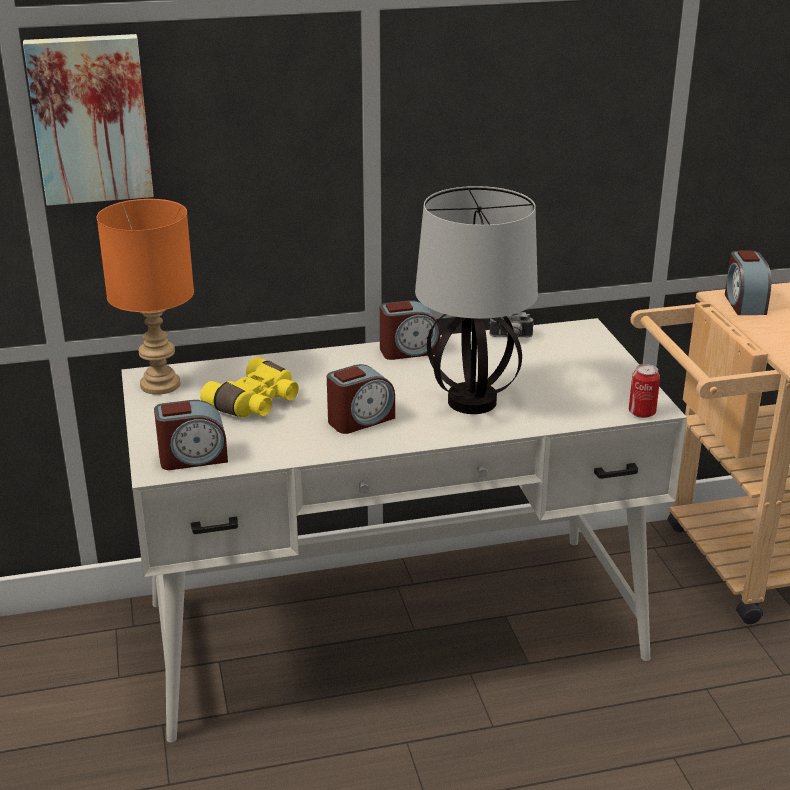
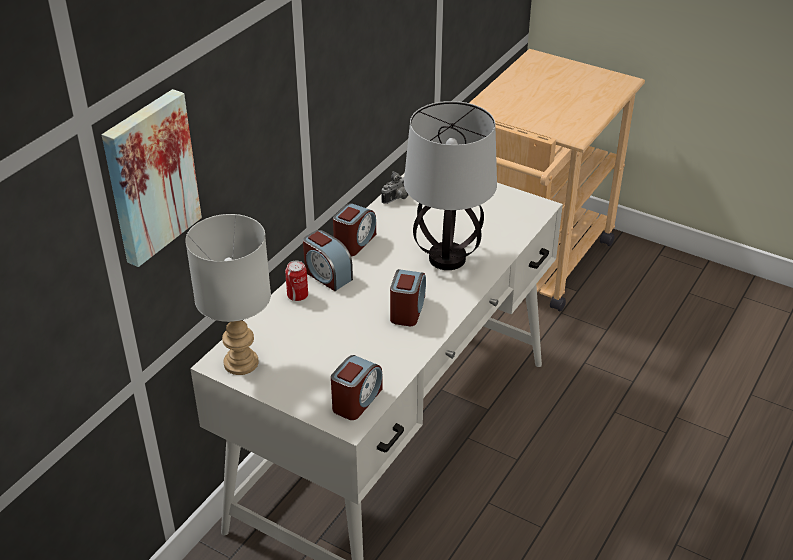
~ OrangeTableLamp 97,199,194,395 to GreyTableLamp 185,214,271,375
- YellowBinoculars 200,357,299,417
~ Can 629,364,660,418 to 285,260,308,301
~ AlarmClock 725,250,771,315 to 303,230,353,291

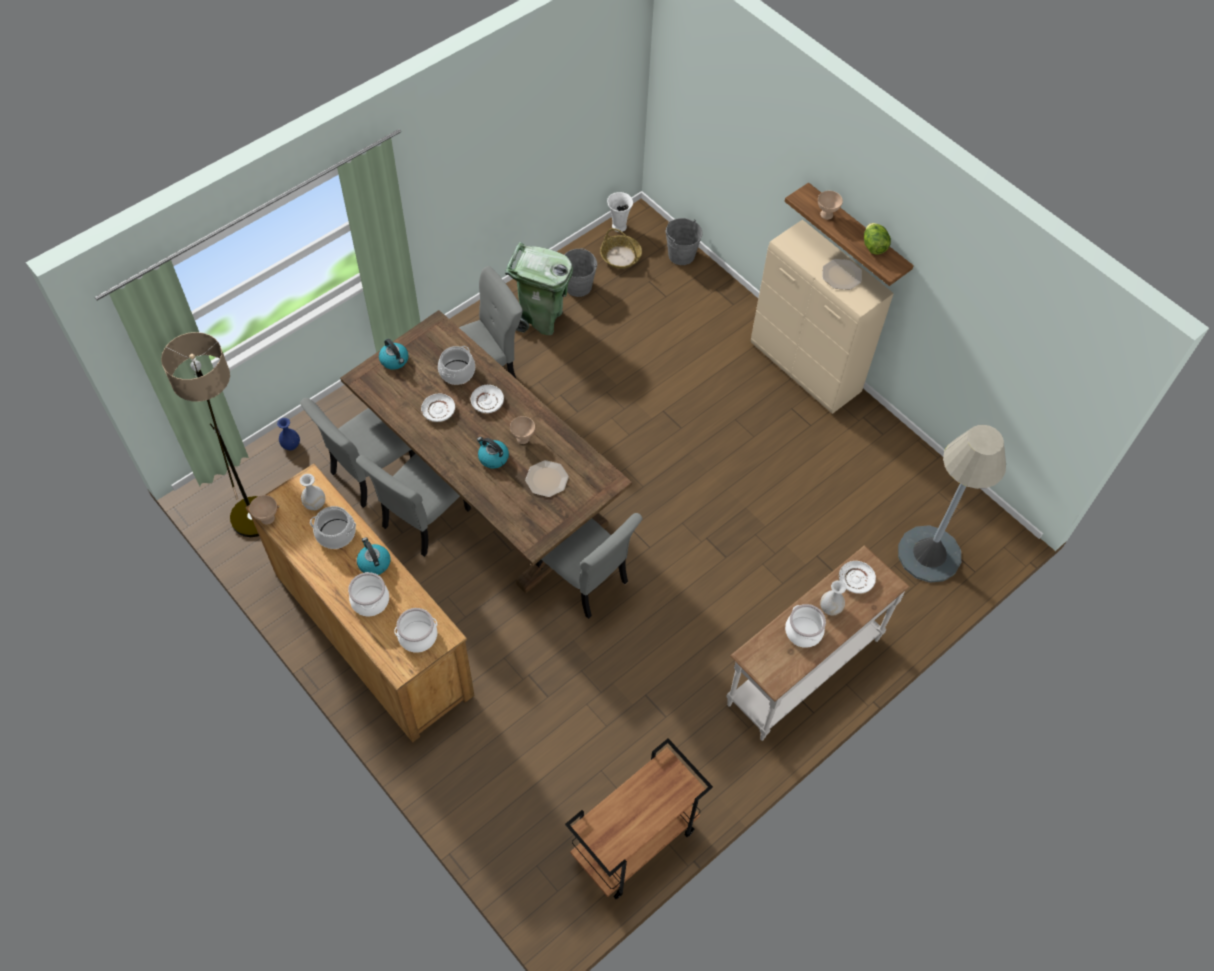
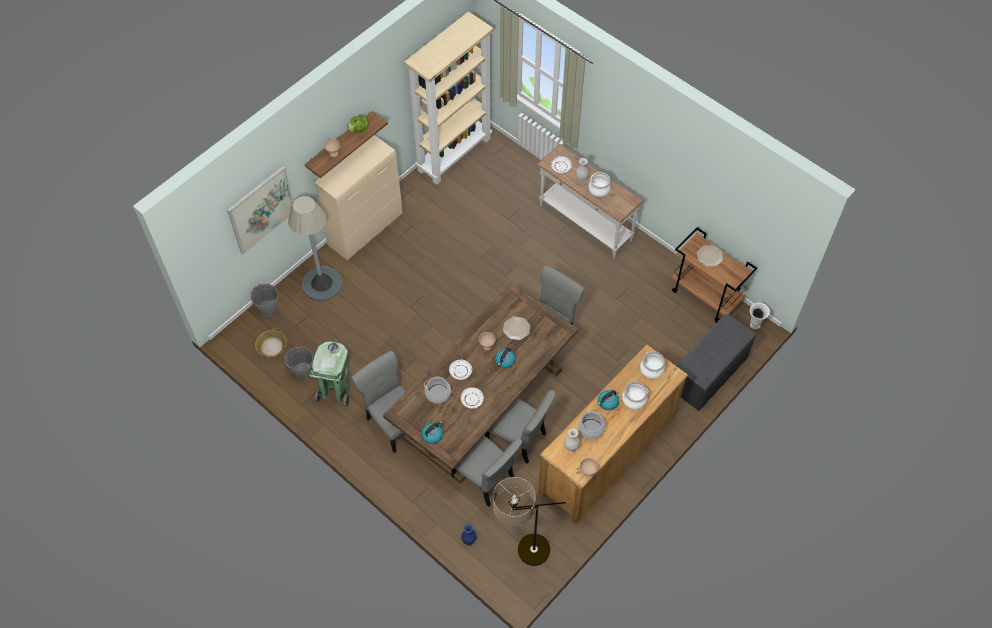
~ WhiteVase 607,192,633,232 to 750,303,770,329
~ Plate 822,259,862,290 to 697,245,723,267
~ GreyFloorLamp 898,425,1006,583 to 288,196,342,301
+ Picture 227,166,294,254
+ BeigeBookcase 404,11,494,185
+ GreyBench 677,313,756,411

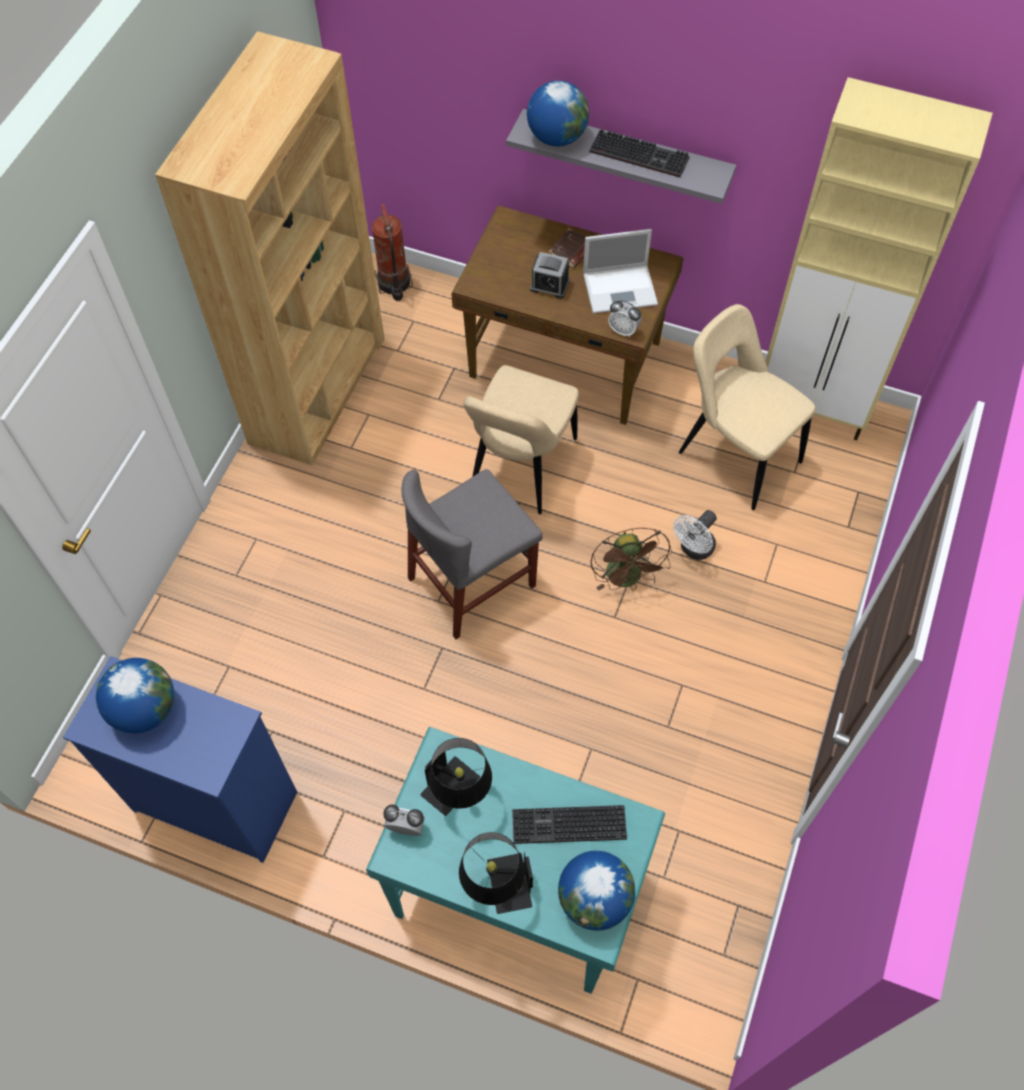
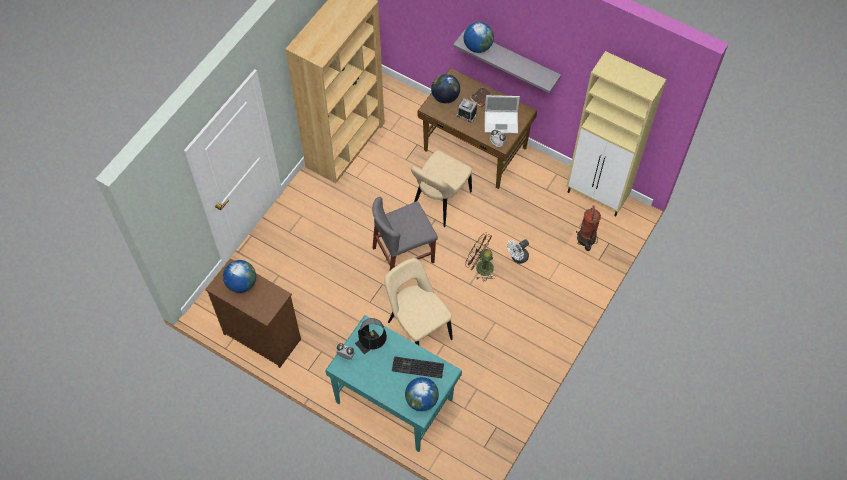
~ BlueDresser 63,656,297,863 to BrownDresser 205,258,301,368
~ FireExtinguisher 372,204,413,301 to 576,205,601,251
- BlackTableLamp 459,832,533,914
- Keyboard 589,129,689,178
~ BrownFan 590,528,672,591 = 465,232,496,282 120 degrees clockwise
~ BeigeChair 679,304,815,510 to 384,258,453,345
+ Globe 431,74,460,103

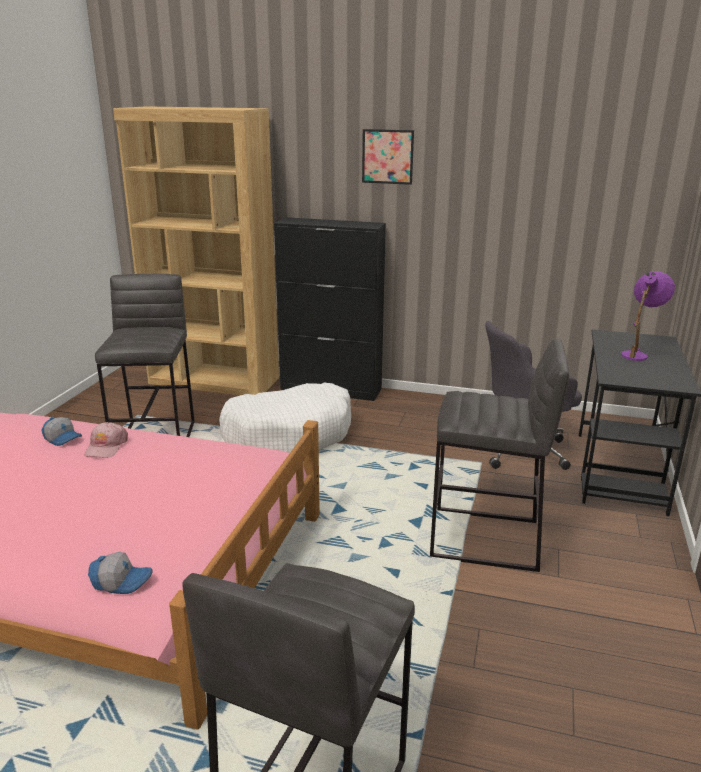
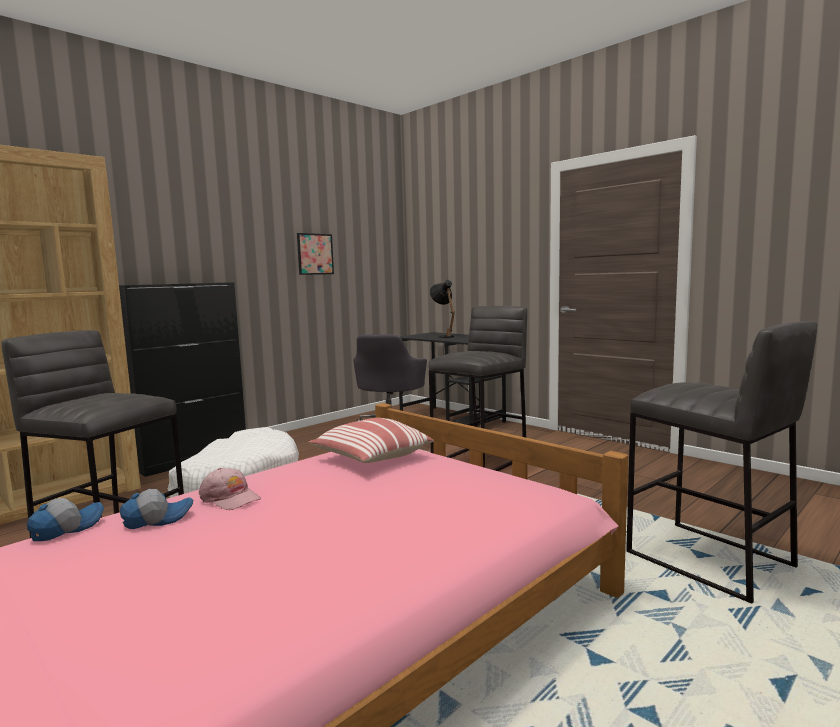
~ Cap 88,552,152,594 to 27,498,104,541
~ Picture 362,129,414,185 to 297,233,334,275
~ PurpleTableLamp 621,272,675,361 to BlackTableLamp 430,280,455,338
+ Pillow 308,418,434,463

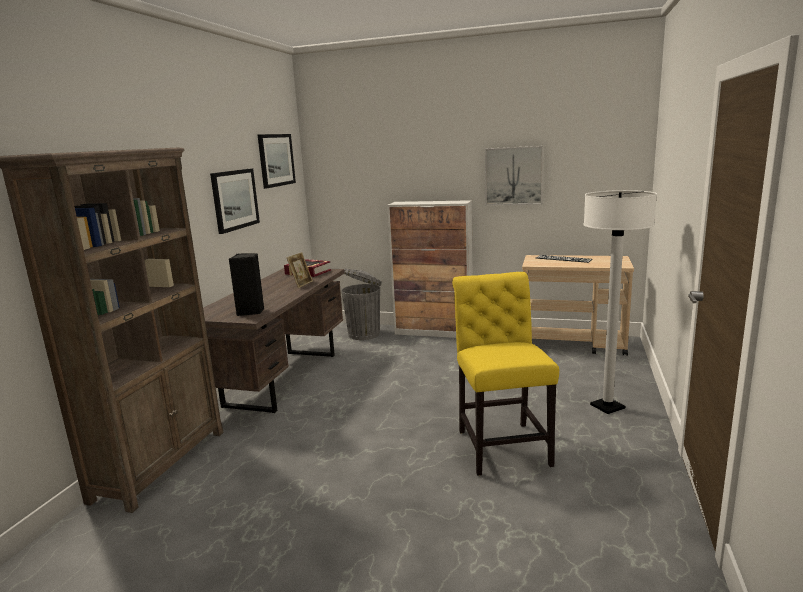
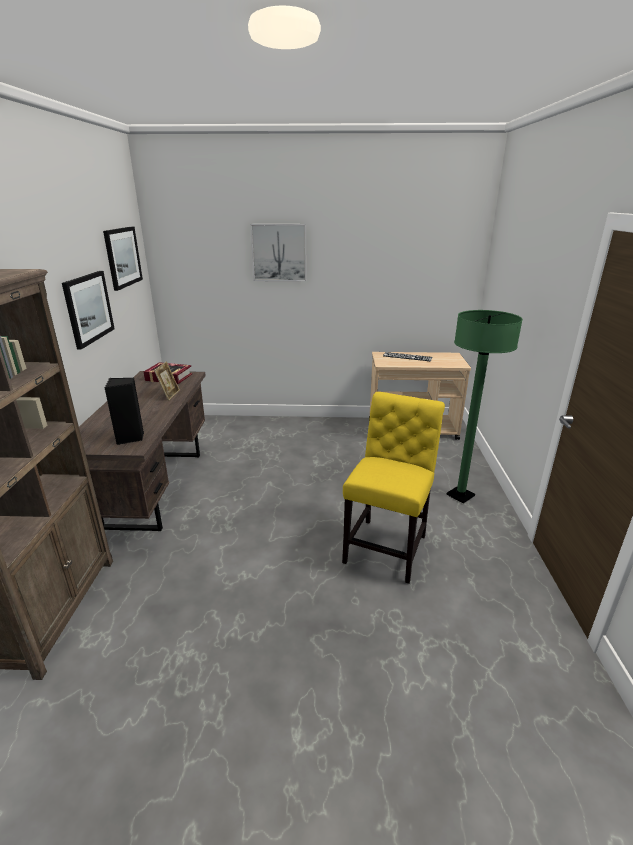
- GreyTrashCan 341,269,382,340
- Cabinet 387,200,473,338
~ YellowChair 452,272,559,476 = 342,392,445,584 45 degrees clockwise
~ Picture 485,146,543,205 to 250,224,306,281
~ WhiteFloorLamp 583,190,657,414 to GreenFloorLamp 446,310,523,503

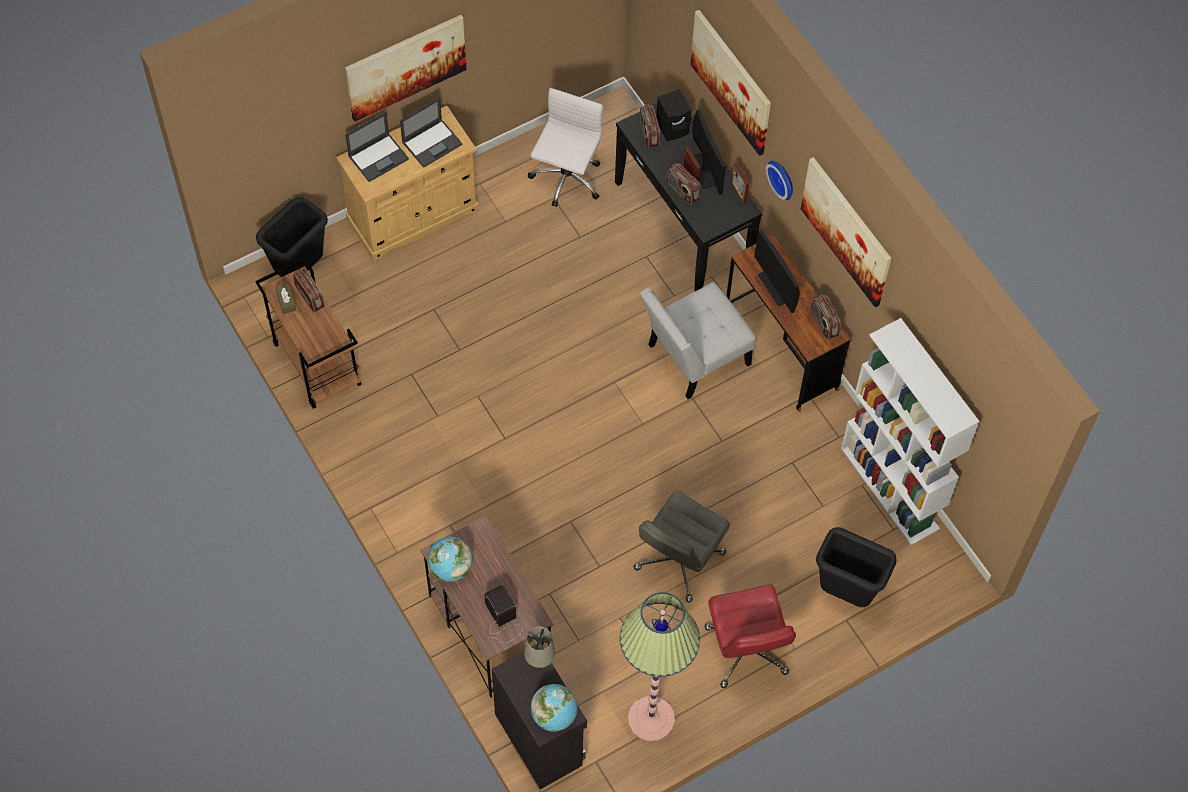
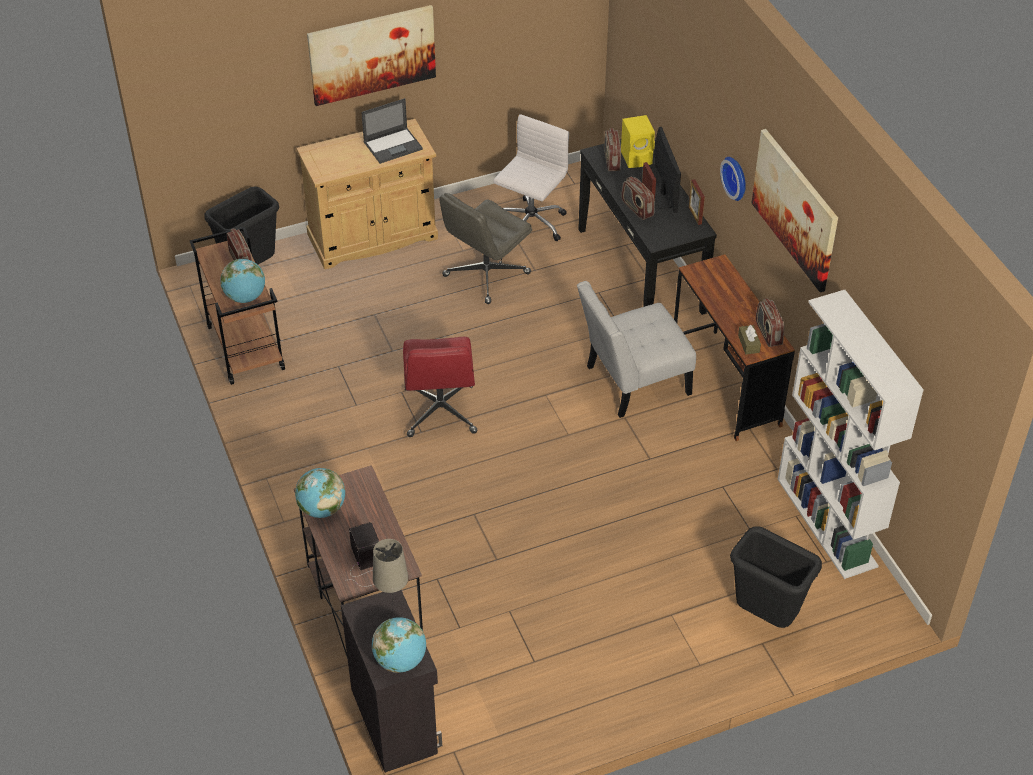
~ BrownTissueBox 275,284,296,314 to 738,325,761,355
- Laptop 345,112,409,182
- FloorLamp 620,592,700,741
~ GreyOfficeChair 633,491,730,603 to 439,193,532,304
~ BlackSpeaker 656,89,692,141 to YellowSpeaker 621,115,655,168
- Picture 690,10,771,156
~ RedOfficeChair 704,584,796,688 to 403,337,477,437
- Monitor 754,229,800,313
+ Globe 221,259,265,303

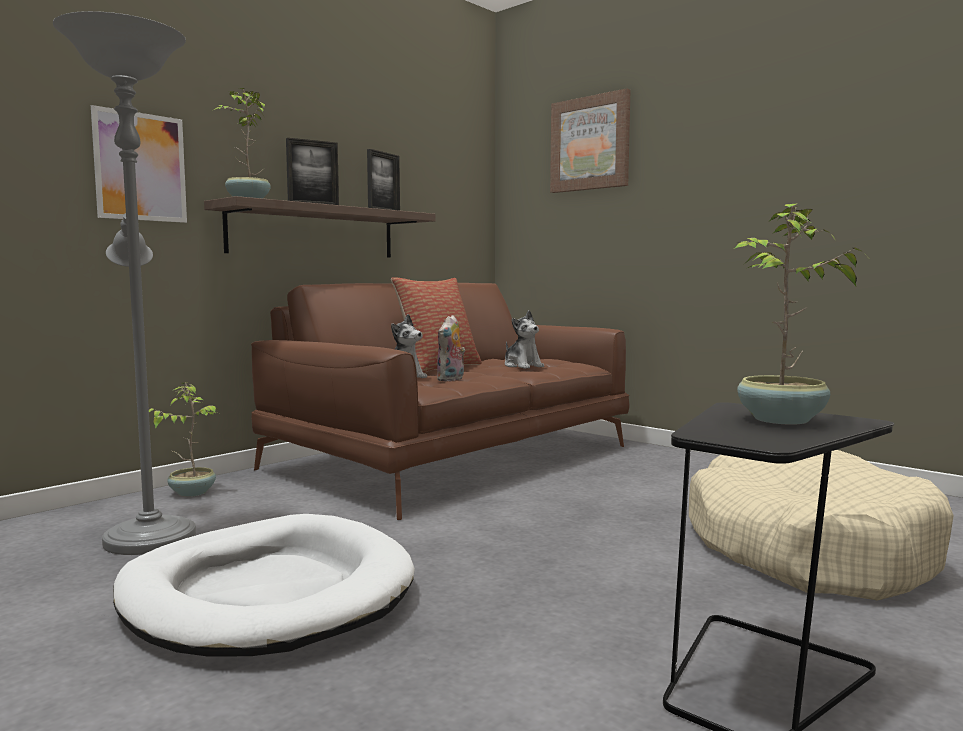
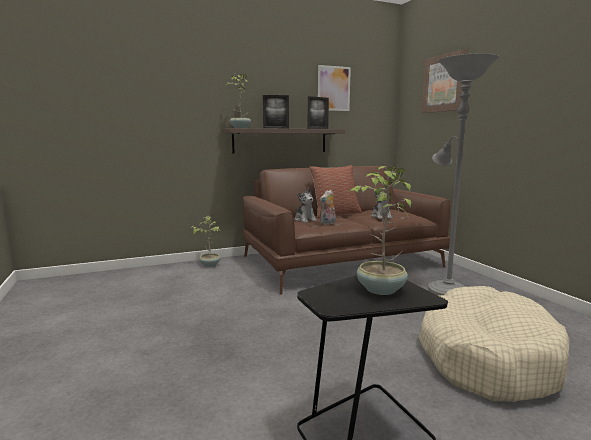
~ GreyFloorLamp 53,11,196,555 to 428,53,499,296
~ Picture 91,105,187,223 to 318,65,351,111
- WhiteDogBed 113,514,415,657

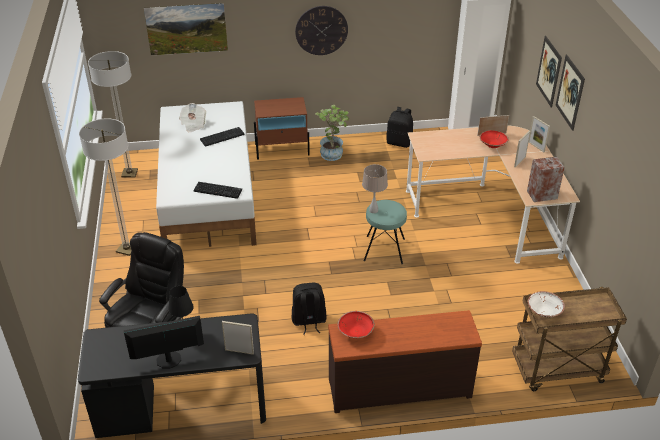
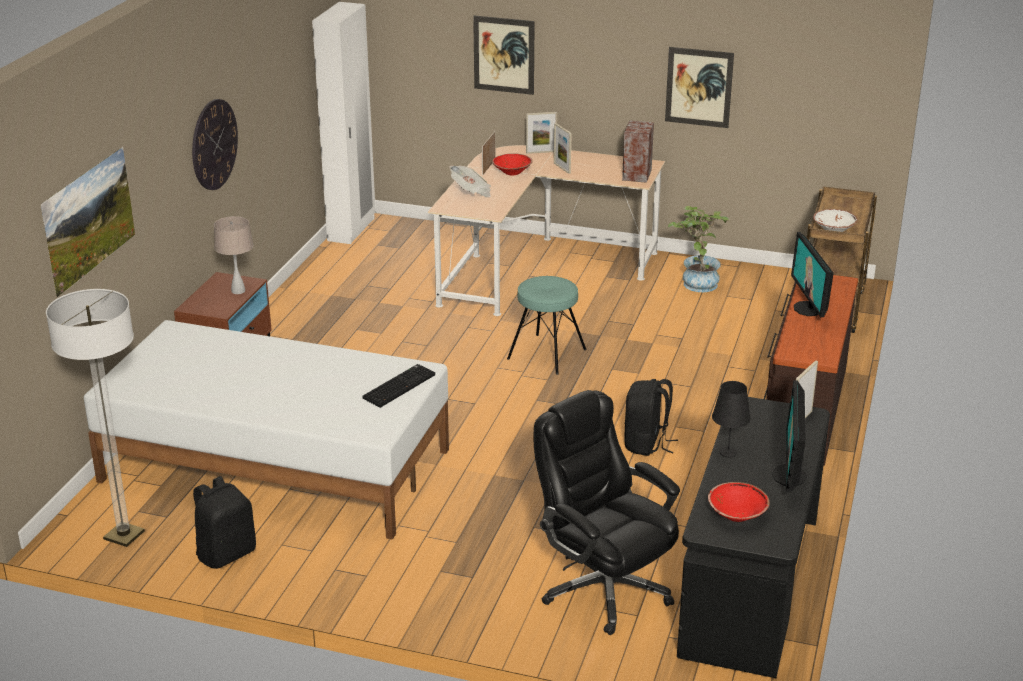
- FloorLamp 79,118,131,256
~ Newspaper 179,103,206,132 to 449,165,491,198
- Keyboard 200,127,245,147
~ PottedPlant 315,105,349,161 to 668,206,729,292
~ RedBowl 337,311,375,338 to 708,482,770,522
~ BeigeTableLamp 362,164,388,213 to 214,216,254,294
~ BlackBackpack 386,107,413,148 to 193,476,256,569
~ Picture 556,54,585,131 to 665,47,734,128
+ Monitor 791,232,834,317

